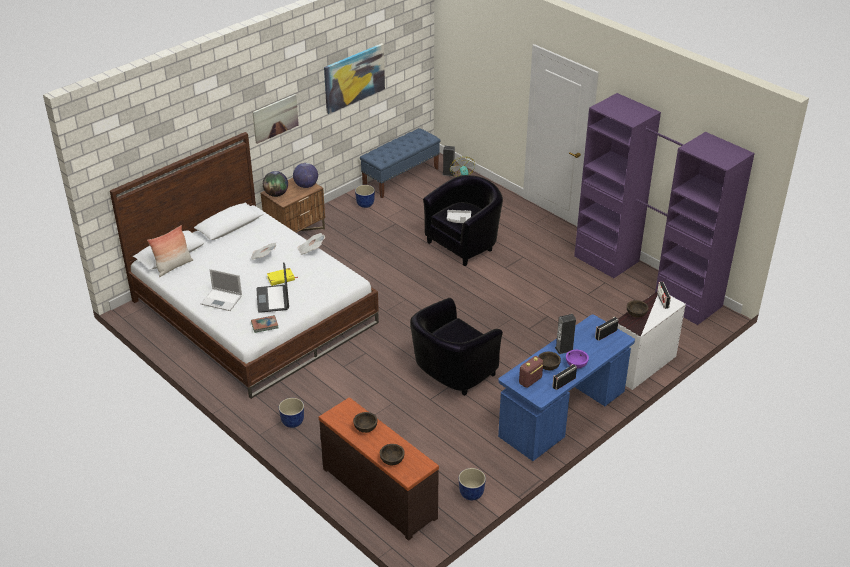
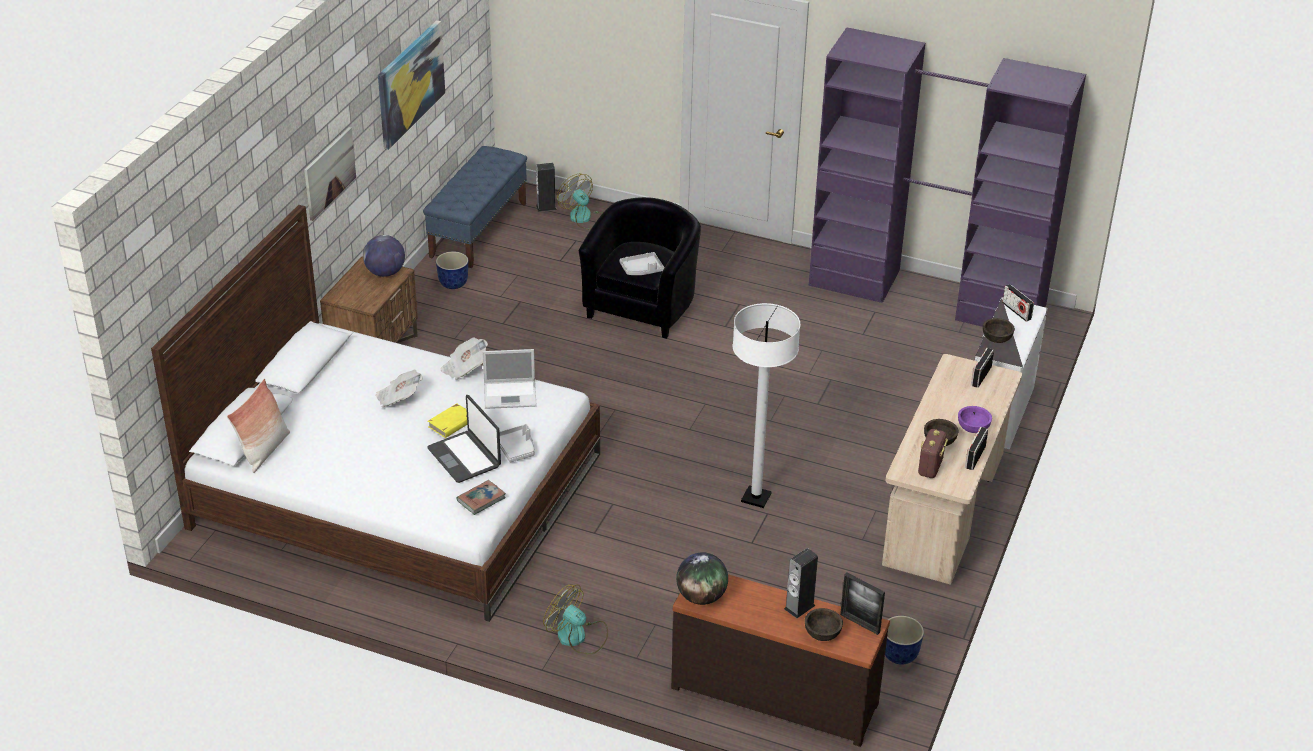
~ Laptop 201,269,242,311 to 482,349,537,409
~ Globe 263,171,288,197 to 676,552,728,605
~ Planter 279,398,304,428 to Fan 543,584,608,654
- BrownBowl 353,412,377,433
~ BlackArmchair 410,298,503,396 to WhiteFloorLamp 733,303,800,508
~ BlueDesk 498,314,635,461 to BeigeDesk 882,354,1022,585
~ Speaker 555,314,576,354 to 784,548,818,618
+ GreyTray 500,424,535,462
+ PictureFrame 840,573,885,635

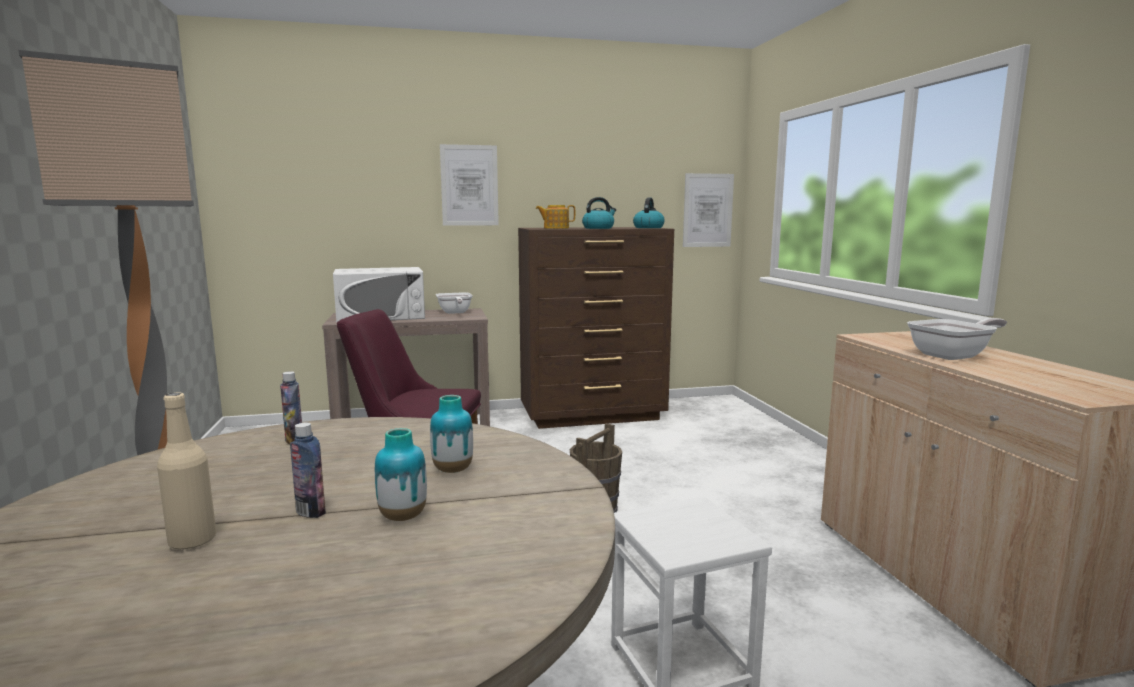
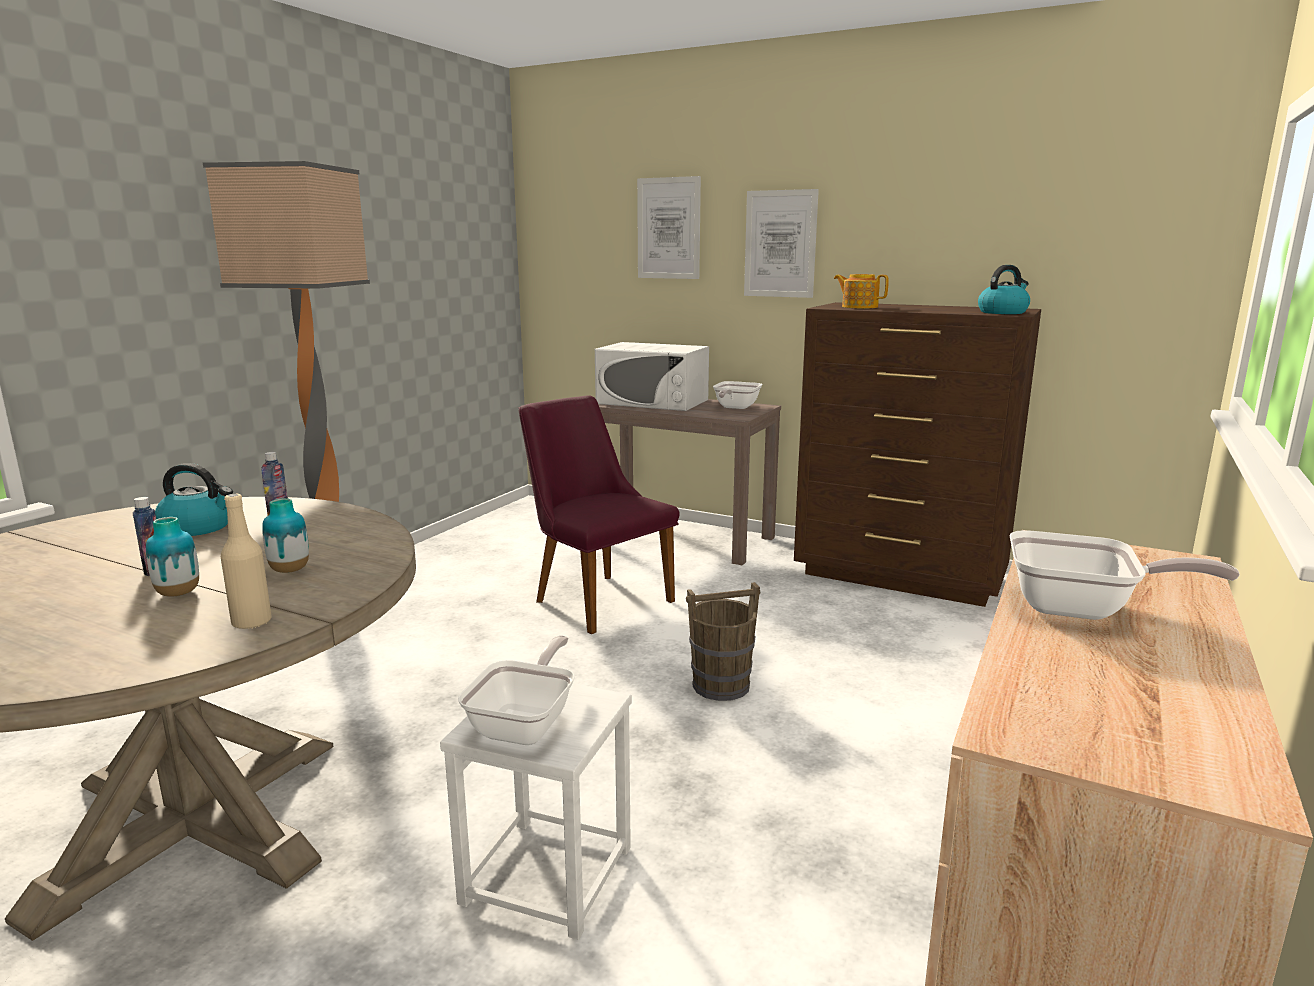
~ BeigeBottle 157,392,216,550 to 221,494,272,629
~ Kettle 582,197,616,229 to 155,463,233,536
~ Picture 683,173,734,247 to 637,176,701,279
+ FryingPan 458,636,575,745

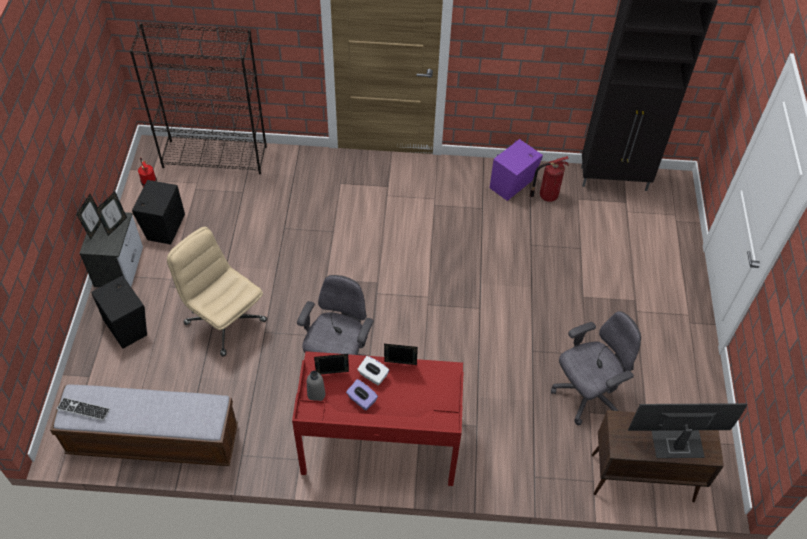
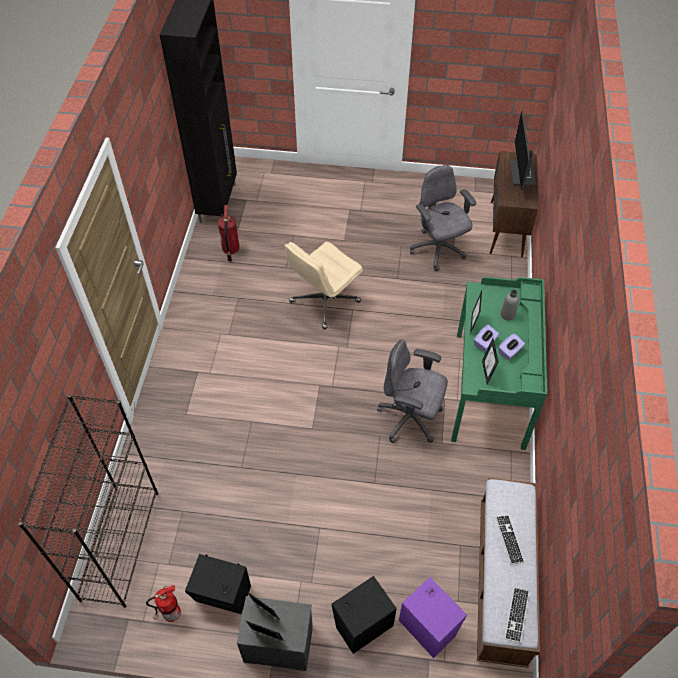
~ BeigeOfficeChair 167,227,267,357 to 285,242,363,329
~ RedDesk 292,351,463,486 to GreenDesk 451,277,547,450
~ GreyBottle 307,371,325,401 to 500,290,519,320
~ WhiteTissueBox 357,356,389,385 to PurpleTissueBox 474,324,499,352
~ PurpleSpeaker 490,139,543,201 to 399,577,467,658
+ Keyboard 495,515,524,564

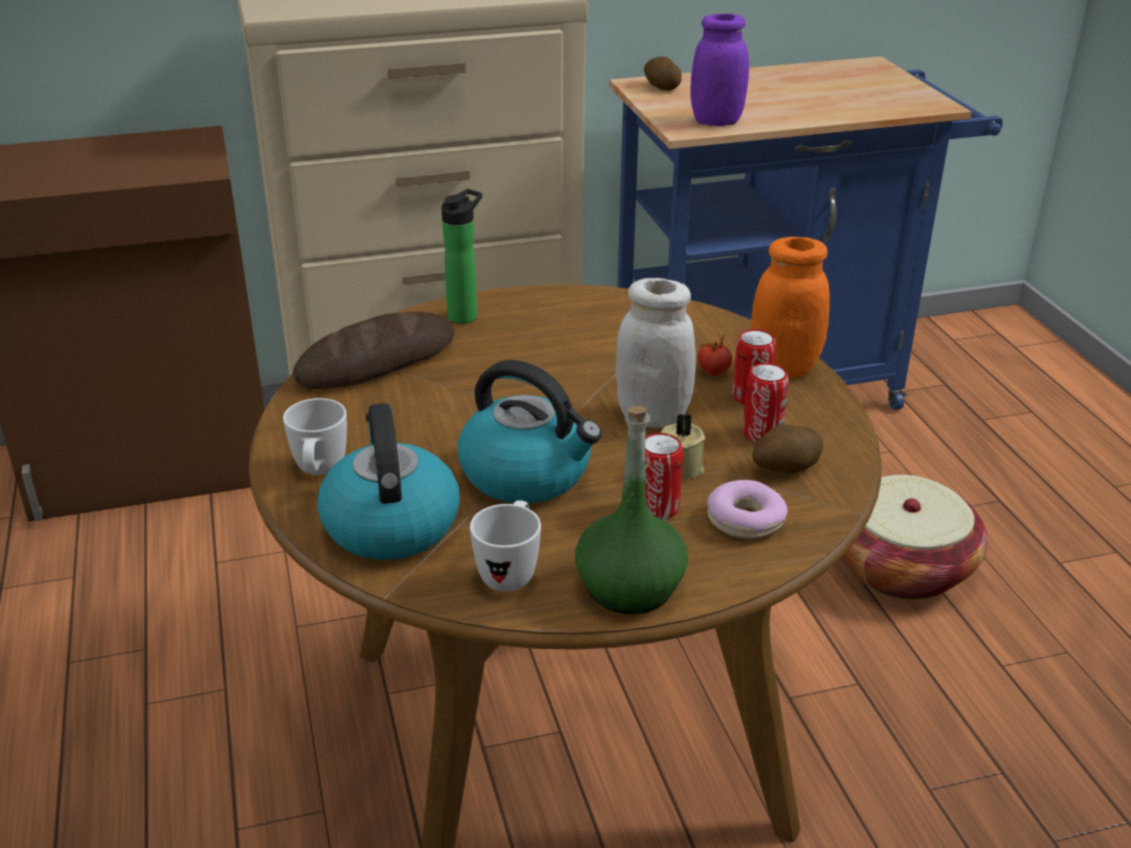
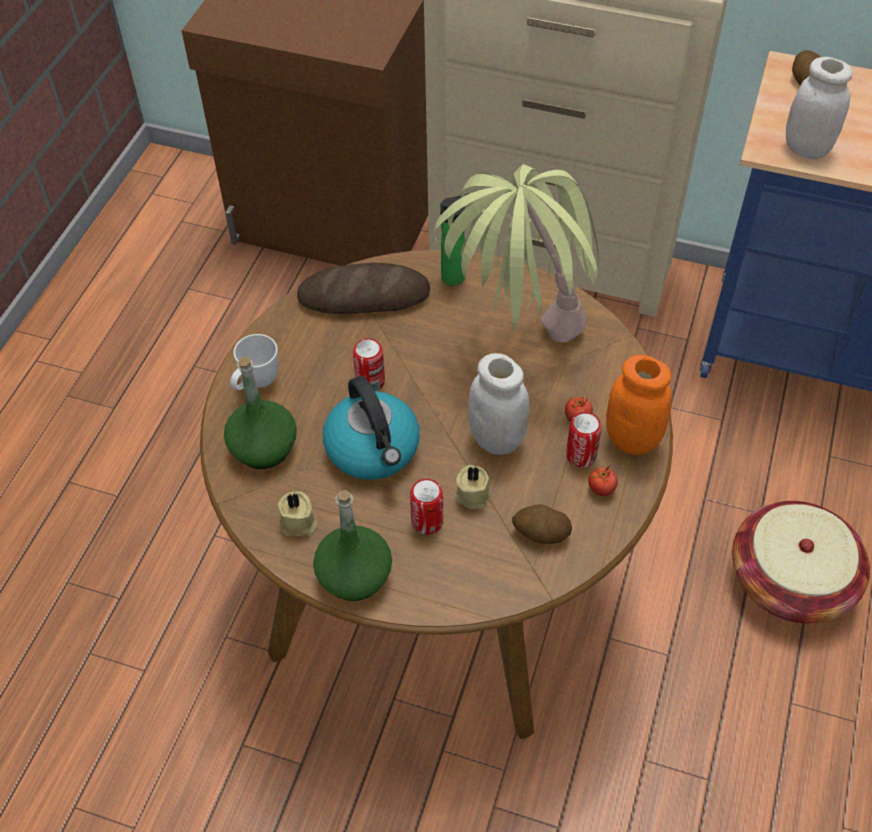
~ Kettle 317,403,459,560 to GreenBottle 224,356,297,469
~ WhiteMug 470,500,541,592 to BeigeCandle 278,491,318,536
~ PurpleJar 690,14,749,126 to WhiteJar 786,57,853,159
- Donut 707,480,788,539
~ Can 743,363,789,442 to 353,338,385,391
+ PottedPlant 434,164,599,342
+ Tomato 588,466,618,496

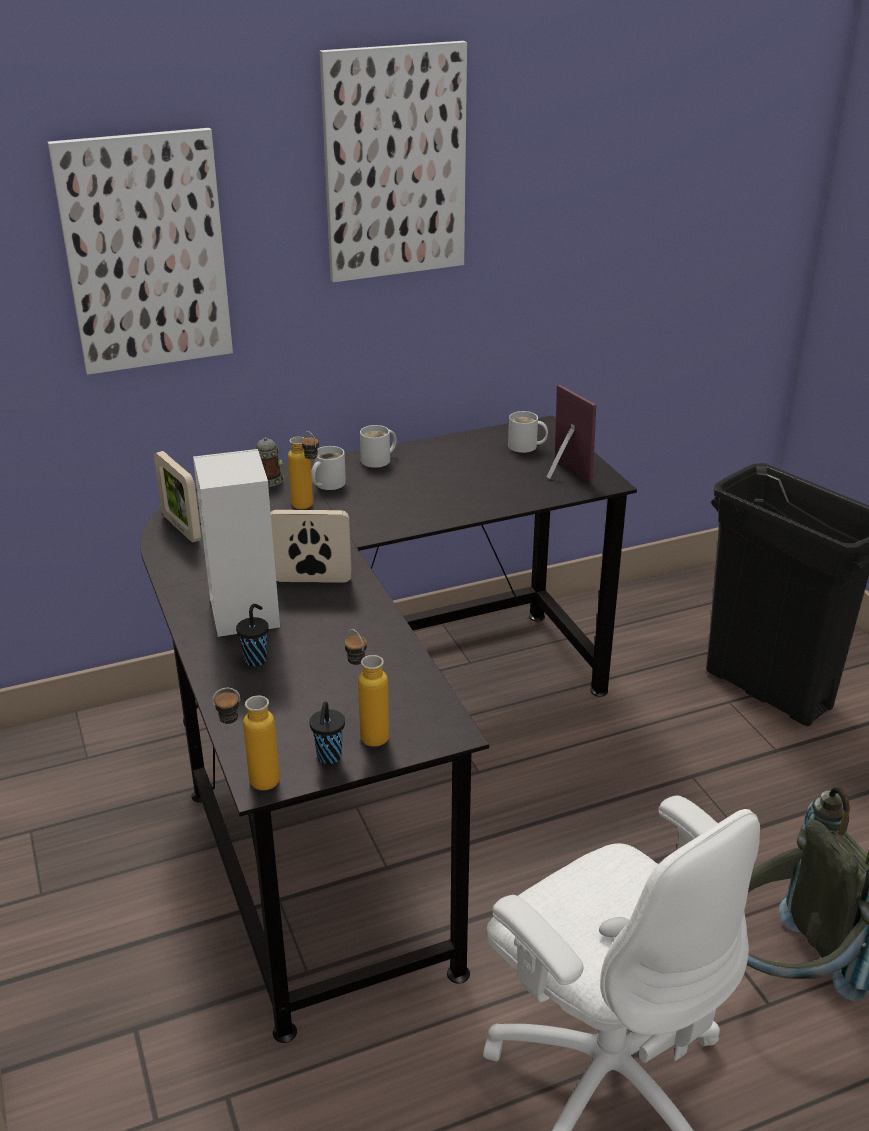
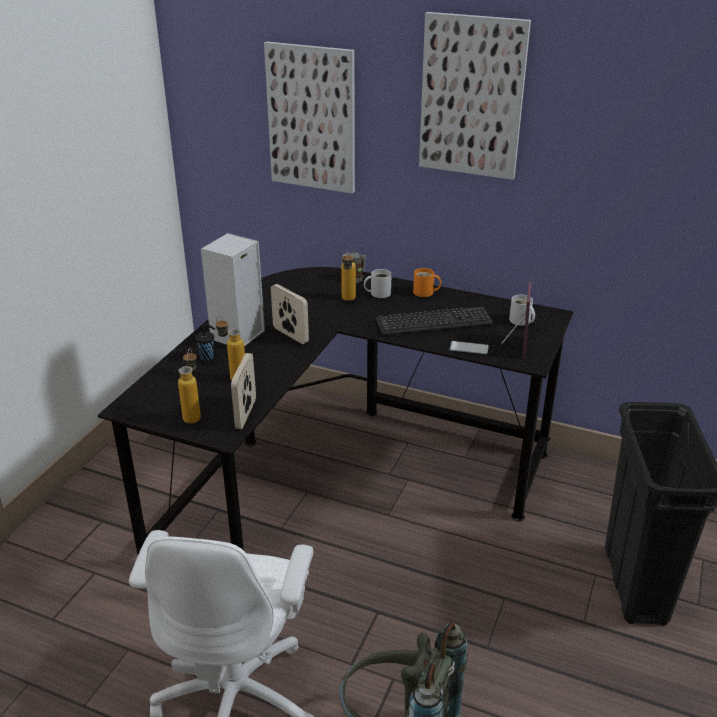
~ PictureFrame 154,451,201,542 to 231,353,256,429
~ Bottle 212,688,280,790 to 216,316,245,380
- BlackCup 309,702,345,764
~ WhiteMug 360,425,397,468 to OrangeMug 413,268,441,297
+ Keyboard 376,307,493,335
+ Phone 449,341,489,354

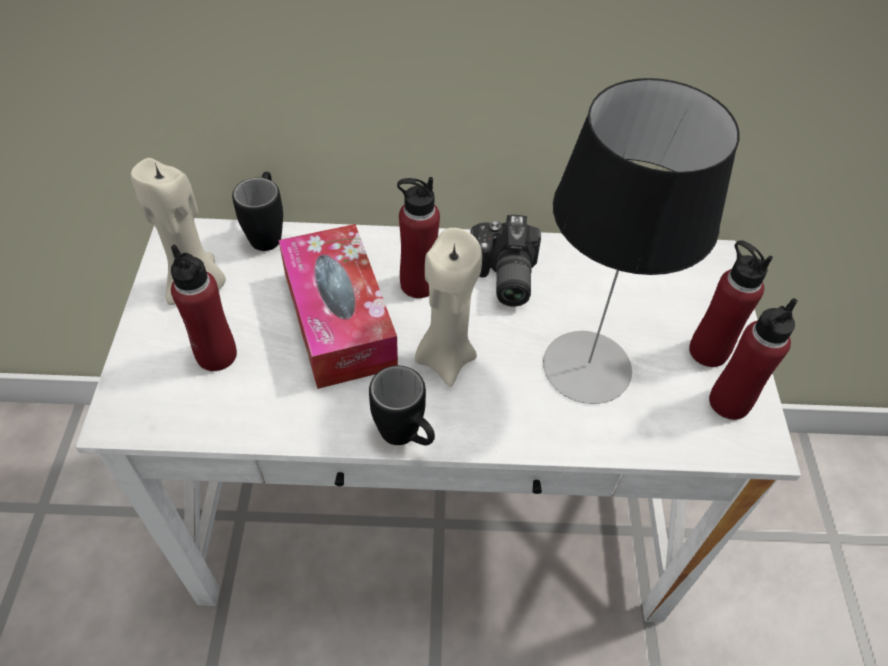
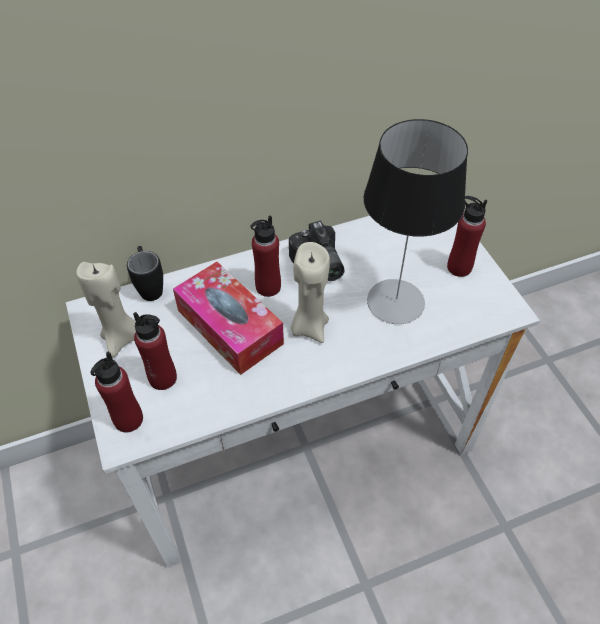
- BlackMug 369,366,435,446
~ RedBottle 709,298,798,420 to 90,352,143,432

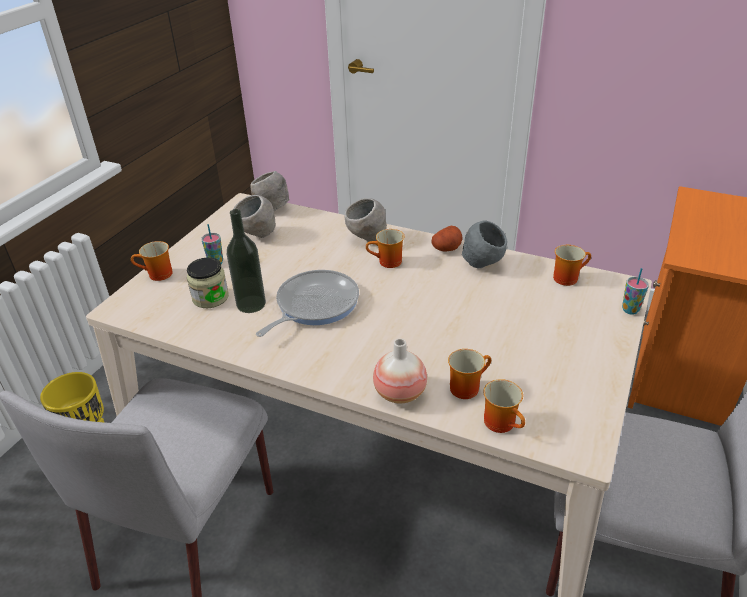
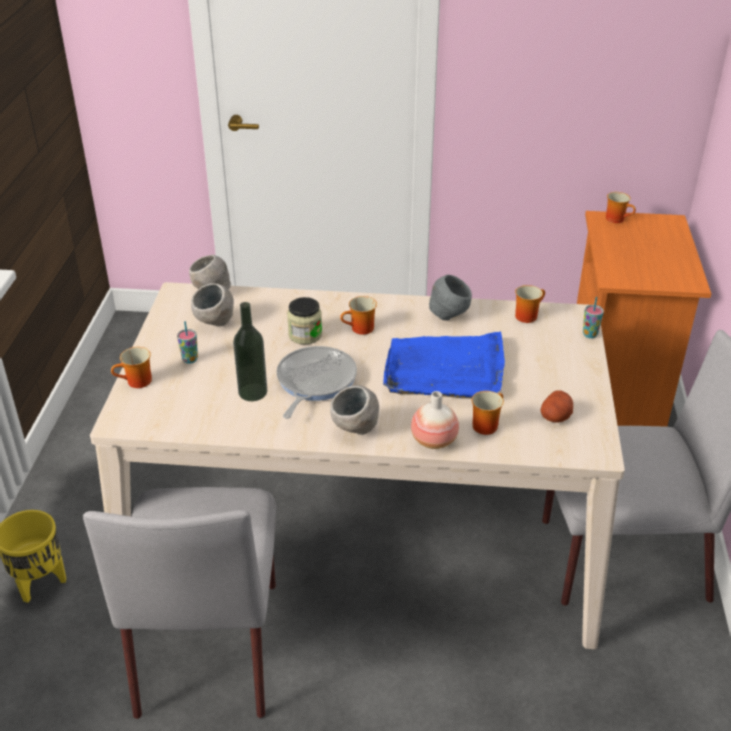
~ Jar 187,258,229,308 to 287,297,322,344
~ GreyBowl 345,198,387,242 to 330,385,379,435
~ Potato 431,226,463,251 to 540,391,573,423
~ Mug 484,379,525,433 to 606,192,636,223
+ BlueTray 383,331,505,399

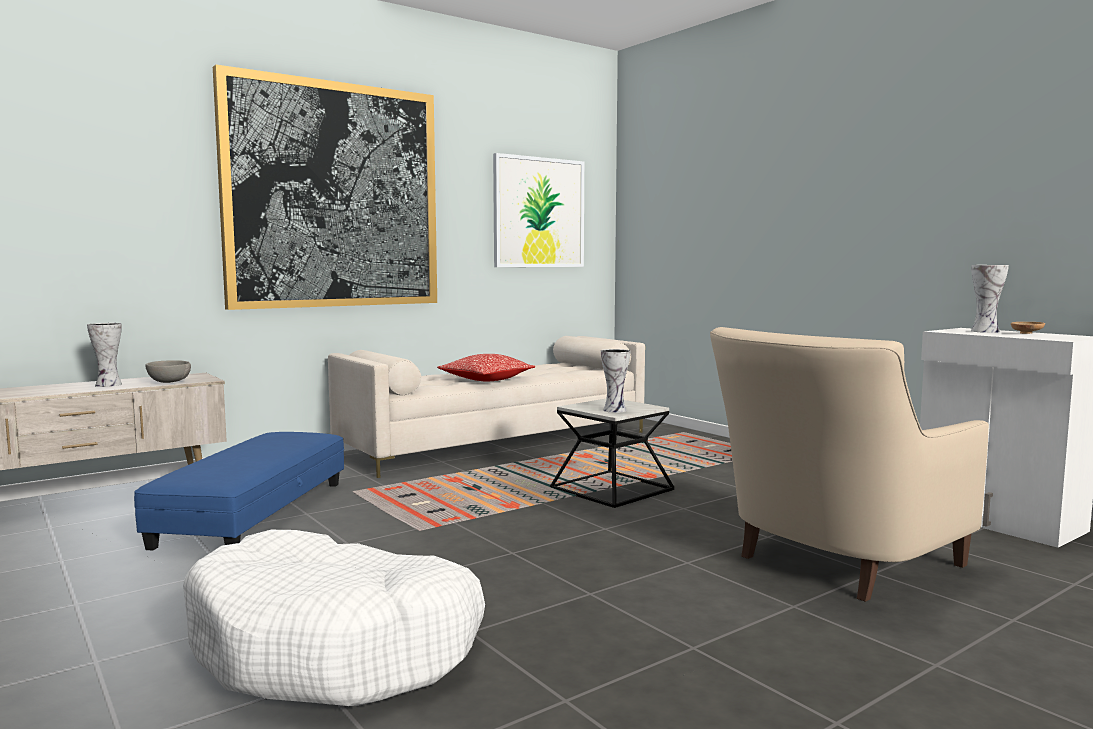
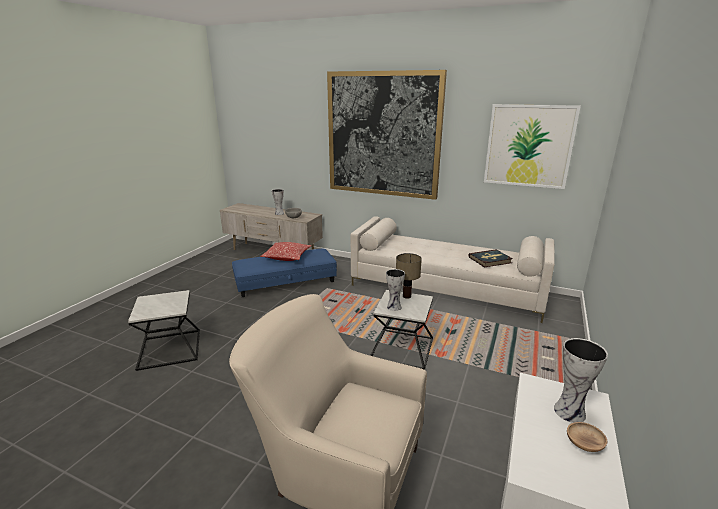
~ WhiteDogBed 183,530,485,706 to SideTable 128,290,200,371
~ Pillow 438,354,535,381 to 260,242,311,261
+ TableLamp 396,253,422,299
+ Book 469,249,513,267

